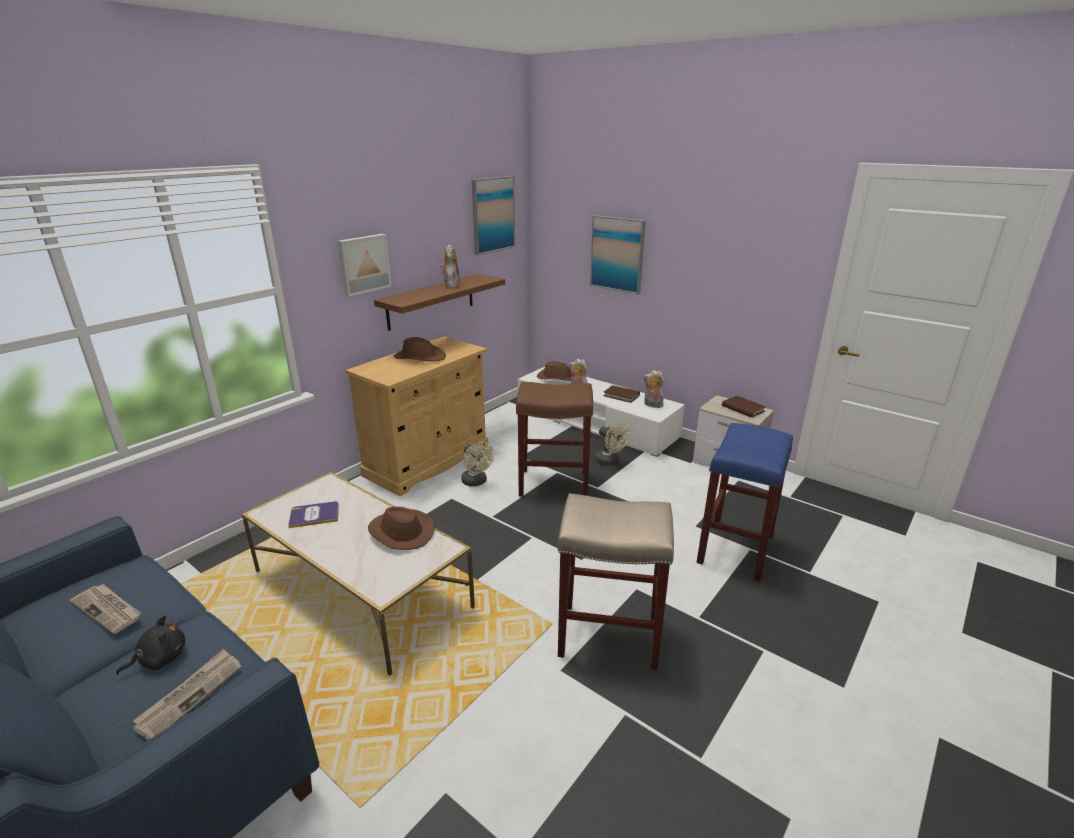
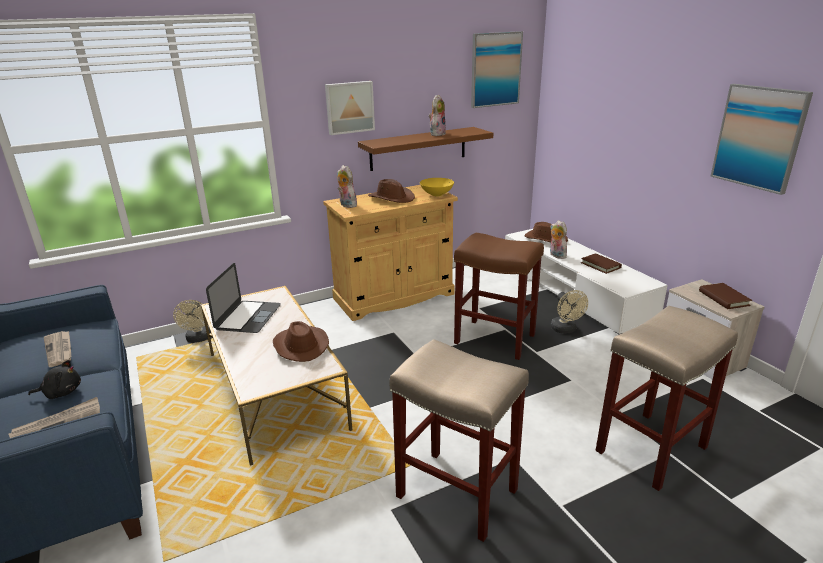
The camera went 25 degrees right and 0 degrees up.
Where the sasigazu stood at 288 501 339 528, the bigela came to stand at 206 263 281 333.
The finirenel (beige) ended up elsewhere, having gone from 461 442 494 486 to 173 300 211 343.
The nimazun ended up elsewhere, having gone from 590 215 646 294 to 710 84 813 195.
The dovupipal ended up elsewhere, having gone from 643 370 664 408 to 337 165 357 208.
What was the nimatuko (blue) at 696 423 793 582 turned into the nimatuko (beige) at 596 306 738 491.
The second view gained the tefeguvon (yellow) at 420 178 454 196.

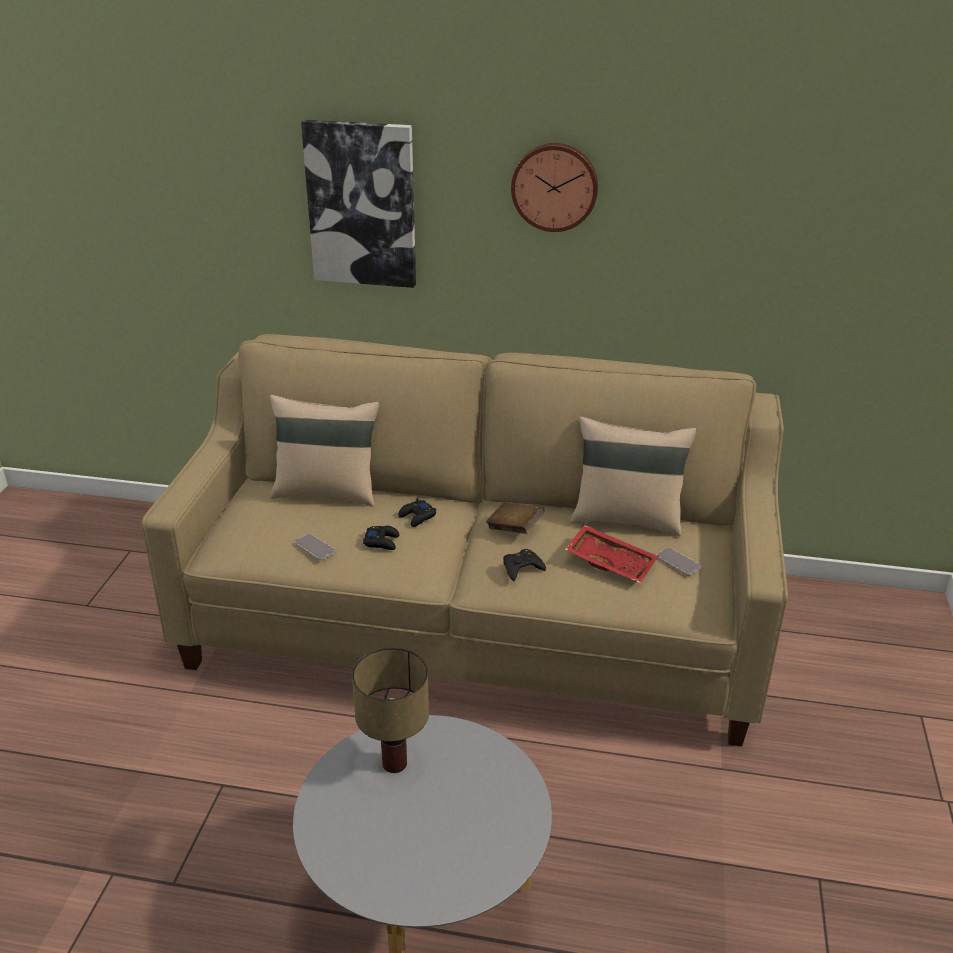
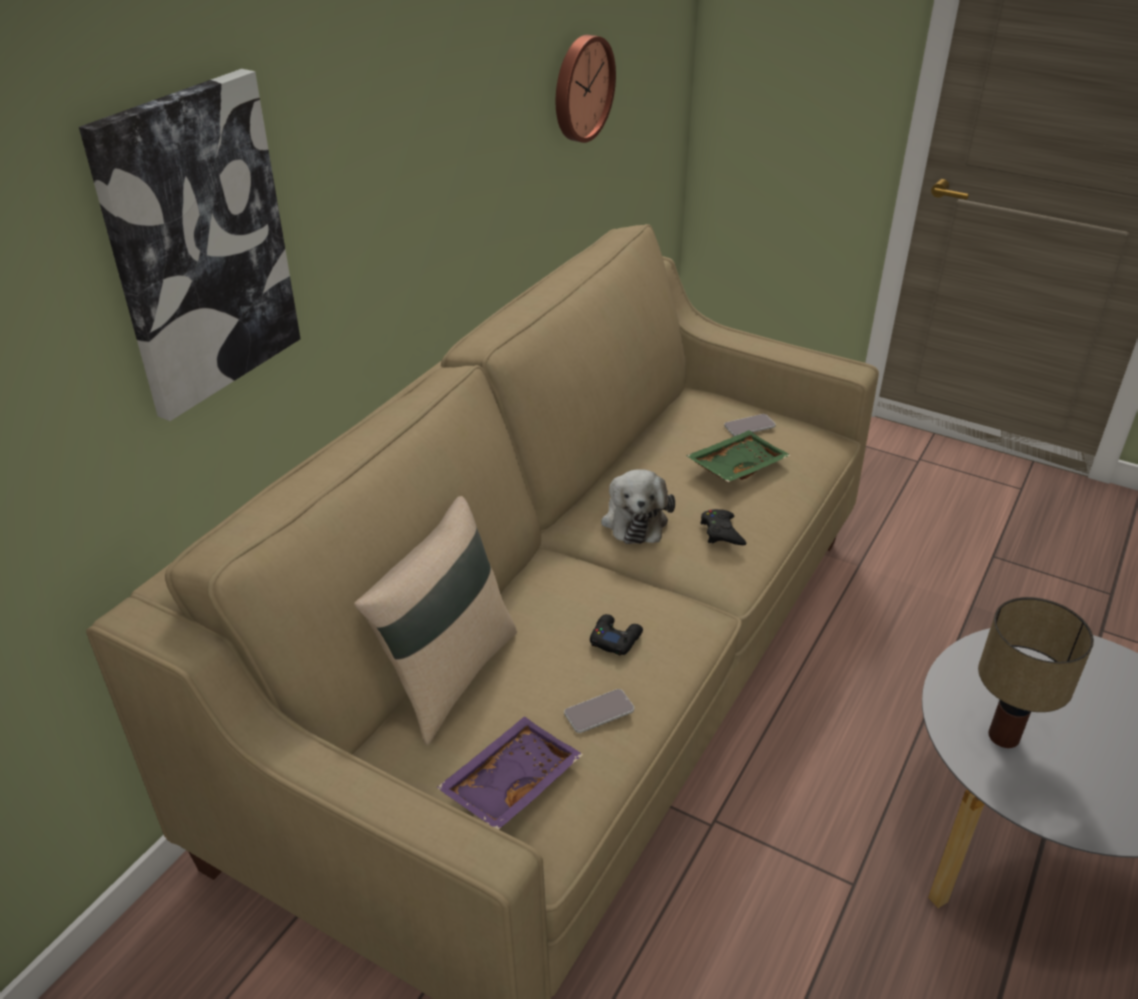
The camera went 70 degrees left and 5 degrees up.
The second view lost the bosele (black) at 398 498 436 527.
Where the sasigazu (brown) stood at 486 503 545 534, the dovupipal came to stand at 601 469 675 544.
The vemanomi ended up elsewhere, having gone from 511 143 598 232 to 556 35 616 143.
What was the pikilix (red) at 565 525 658 583 turned into the pikilix (green) at 686 430 791 482.
The second view lost the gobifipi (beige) at 570 416 696 536.
The second view gained the pikilix (purple) at 436 716 583 829.

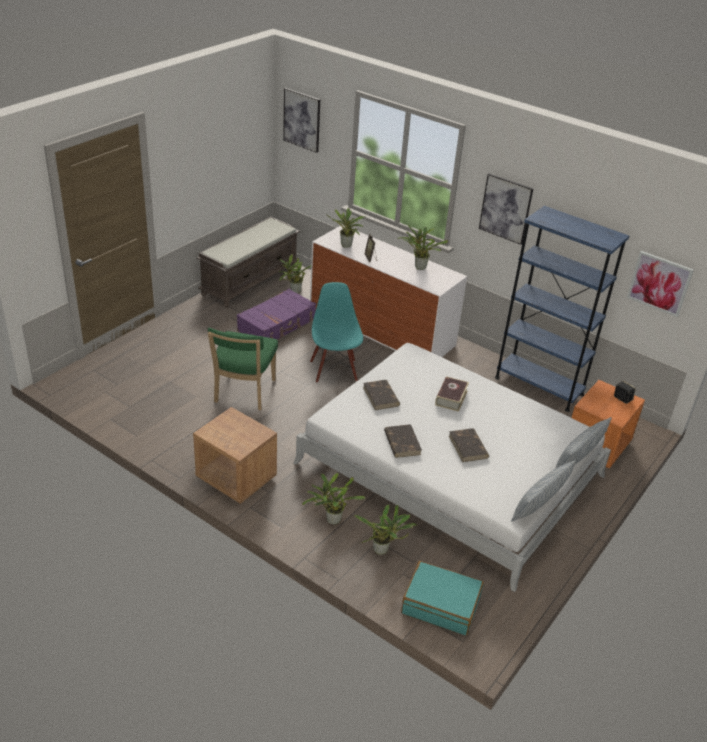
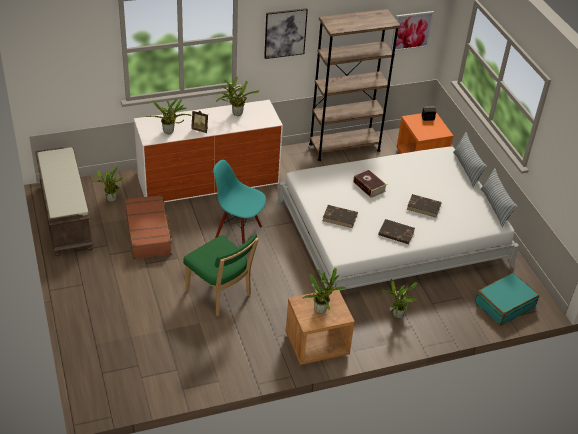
The camera went 55 degrees left and 5 degrees up.
What was the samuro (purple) at 237 289 316 339 turned into the samuro (brown) at 125 195 174 259.
The second view lost the nimazun at 283 88 320 153.
The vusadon ended up elsewhere, having gone from 354 505 417 555 to 303 268 346 314.
What was the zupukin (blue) at 495 206 629 412 turned into the zupukin (brown) at 309 9 401 161.

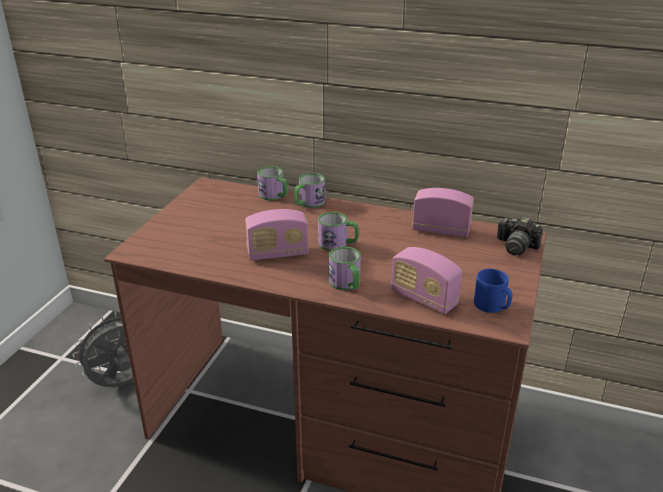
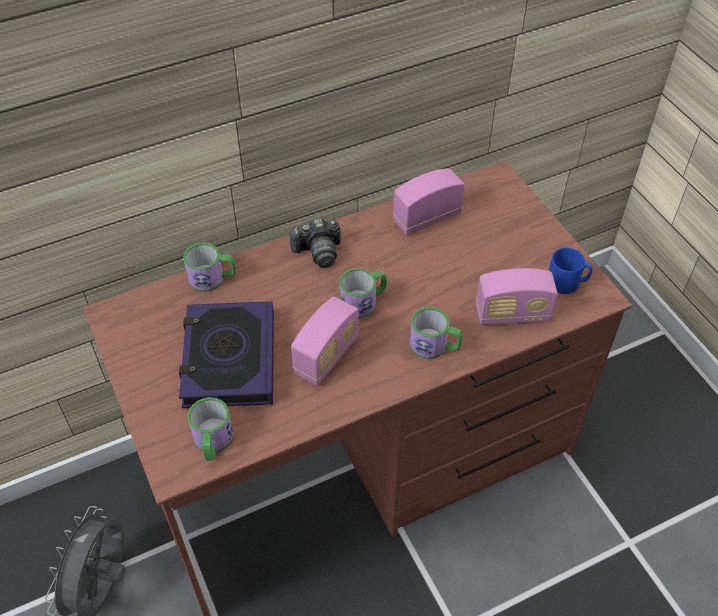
The camera went 45 degrees left and 20 degrees up.
The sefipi ended up elsewhere, having gone from 294 173 325 208 to 188 397 233 461.
The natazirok ended up elsewhere, having gone from 497 217 543 255 to 288 218 341 268.
The second view gained the sasigazu at 179 301 274 408.

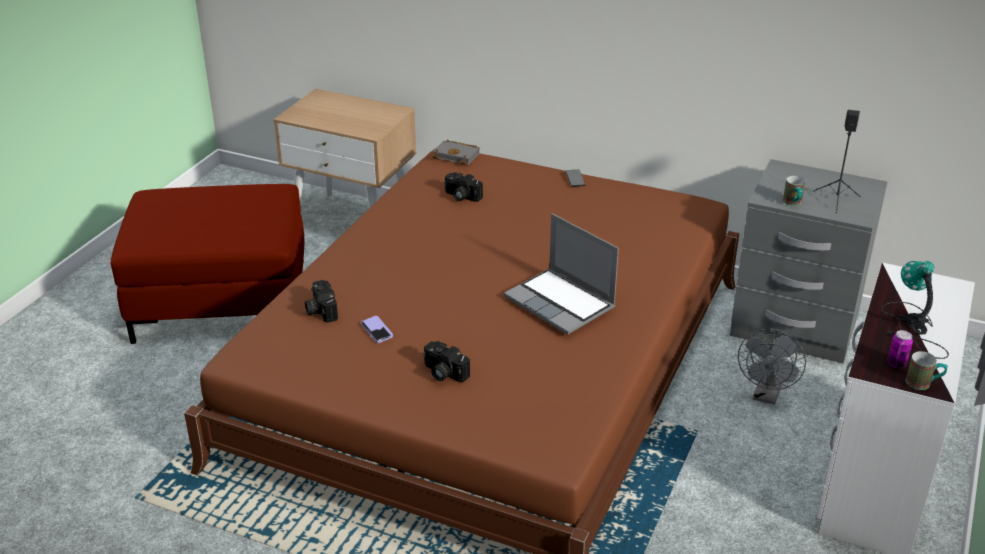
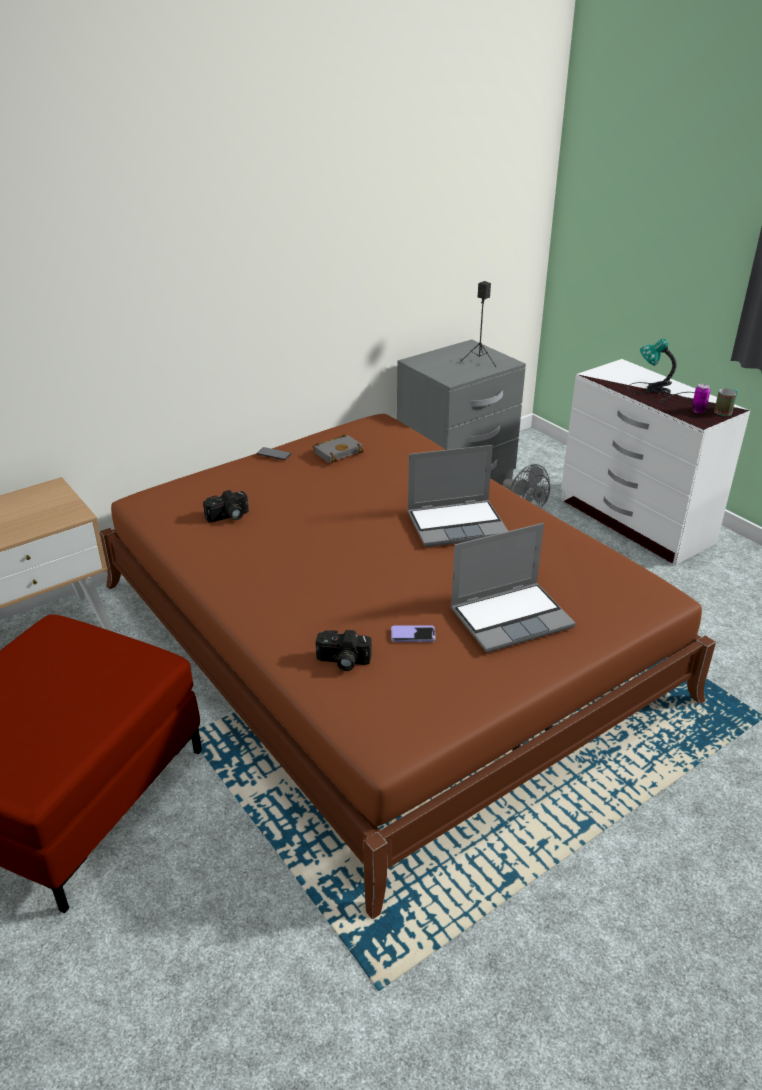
The camera went 60 degrees left and 0 degrees up.
Where the natazirok stood at 423 341 470 382, the bigela came to stand at 450 523 576 653.
The sasigazu (grey) ended up elsewhere, having gone from 432 139 480 165 to 313 434 364 463.
The second view lost the sefipi at 783 176 805 206.

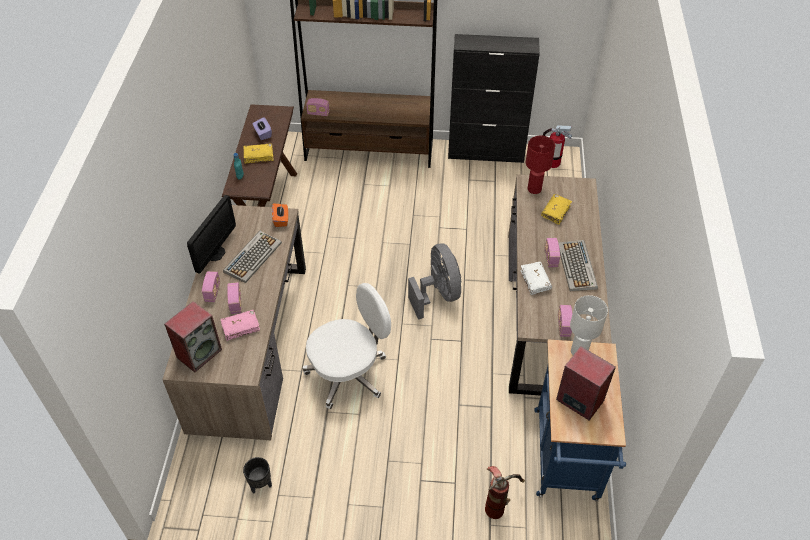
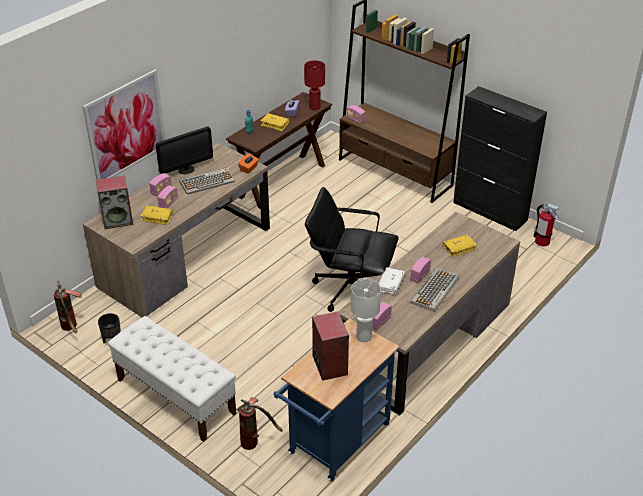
The camera went 35 degrees right and 10 degrees down.
What was the sasigazu (pink) at 220 310 260 341 turned into the sasigazu (yellow) at 141 205 173 225.
The second view lost the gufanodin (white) at 303 283 391 409.
Where the finirenel (grey) stood at 408 244 462 320, the gufanodin (black) came to stand at 305 187 398 312.
The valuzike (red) ended up elsewhere, having gone from 526 136 555 194 to 304 60 325 110.
The second view gained the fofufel at 54 281 82 334.
The second view gained the nimazun at 83 70 165 180.
The second view gained the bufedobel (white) at 108 316 236 442.

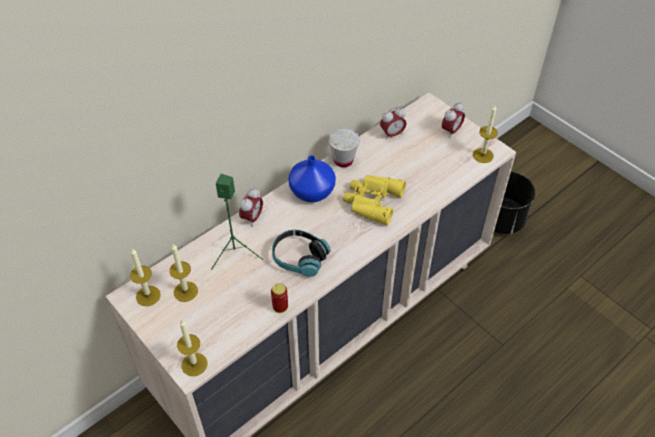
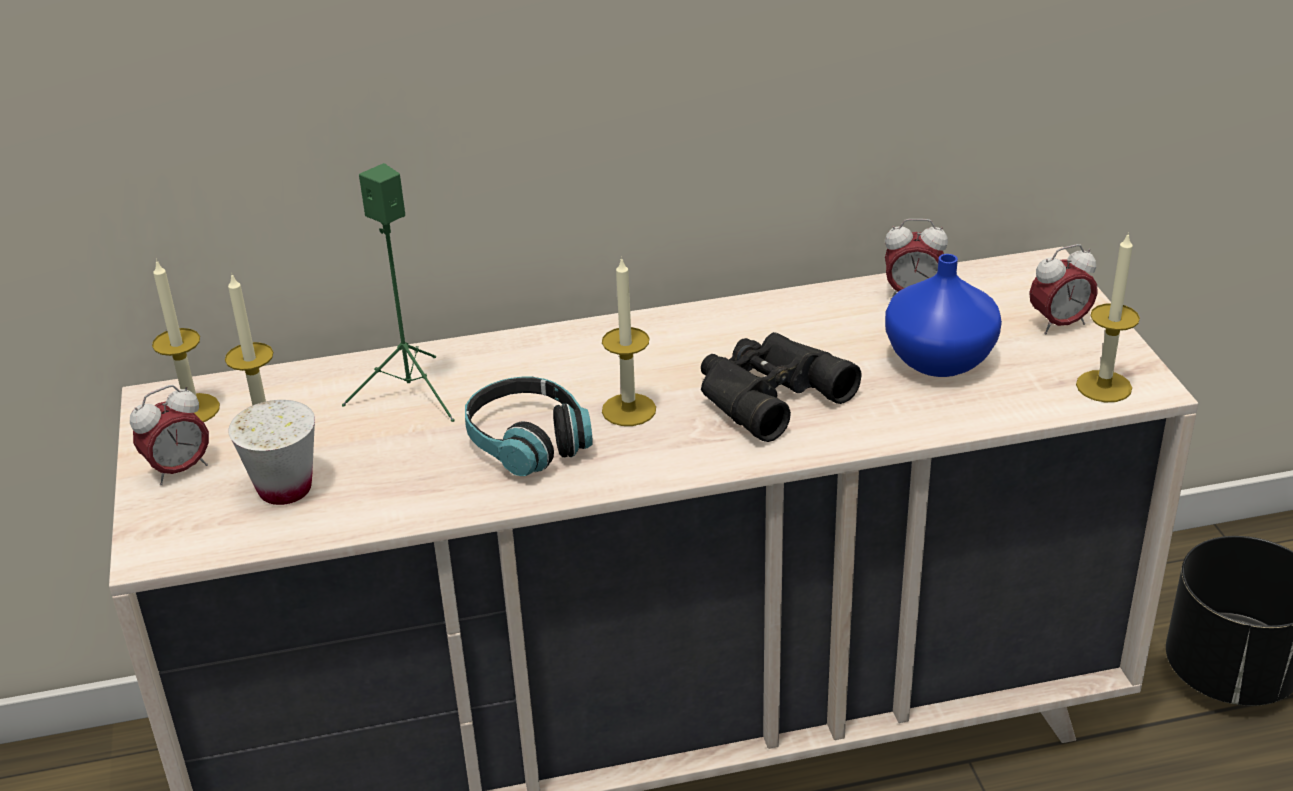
The camera went 30 degrees right and 15 degrees down.
The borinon ended up elsewhere, having gone from 177 319 208 376 to 602 257 656 426.
The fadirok ended up elsewhere, having gone from 239 187 263 227 to 130 385 209 485.
The second view lost the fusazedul at 271 283 288 313.
The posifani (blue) ended up elsewhere, having gone from 288 156 336 202 to 885 254 1002 377.
The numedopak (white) ended up elsewhere, having gone from 329 129 360 167 to 228 400 315 505.
What was the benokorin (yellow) at 343 175 406 225 turned into the benokorin (black) at 701 332 862 442.

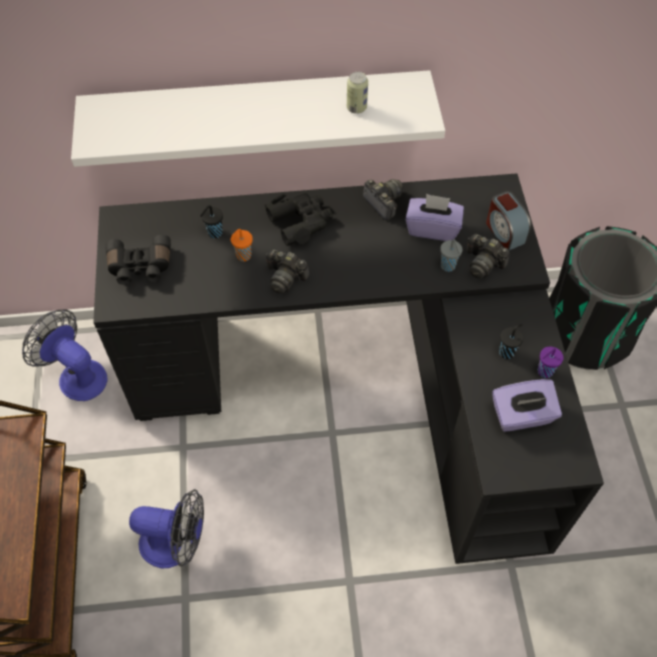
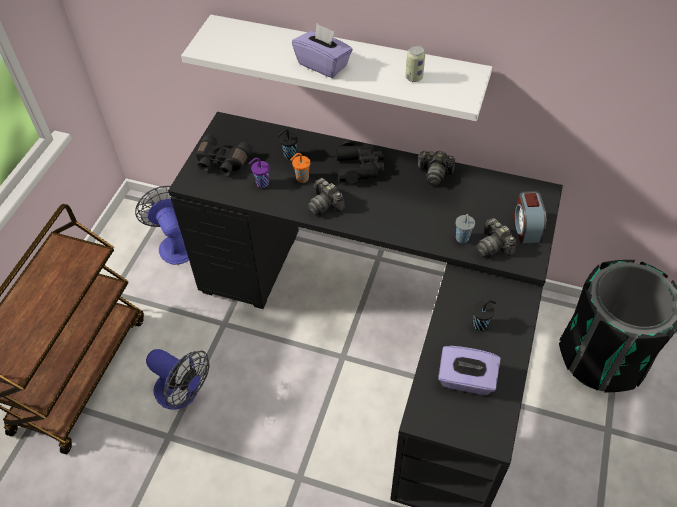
The camera went 25 degrees right and 5 degrees down.
The natazirok at 363 179 404 221 ended up facing another way, 120 degrees clockwise from before.
The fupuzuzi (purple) ended up elsewhere, having gone from 406 194 464 241 to 292 24 353 78.
The numedopak (purple) ended up elsewhere, having gone from 537 346 564 378 to 248 158 270 188.

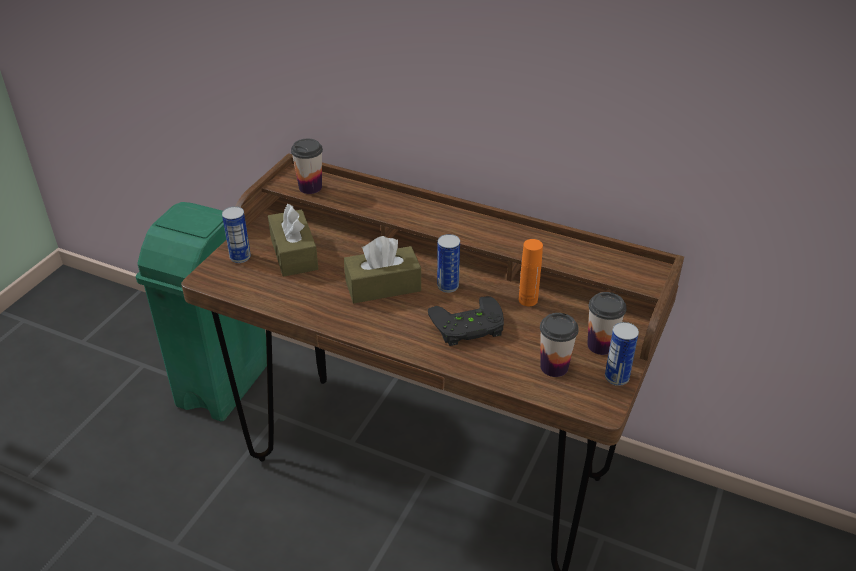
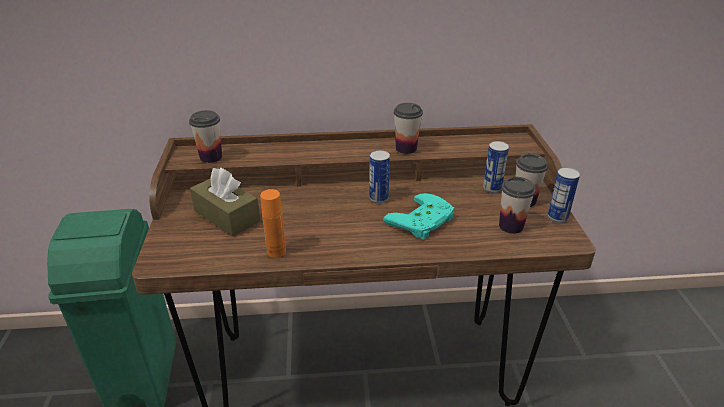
The camera went 30 degrees left and 5 degrees down.
The fusazedul ended up elsewhere, having gone from 222 206 251 263 to 483 141 509 193.
The second view lost the fupuzuzi (brown) at 344 236 421 303.
What was the bosele (black) at 428 296 504 346 turned into the bosele (turquoise) at 383 193 454 240.
The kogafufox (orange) ended up elsewhere, having gone from 519 239 543 306 to 260 189 286 258.
The second view gained the numedopak at 394 103 423 154.

